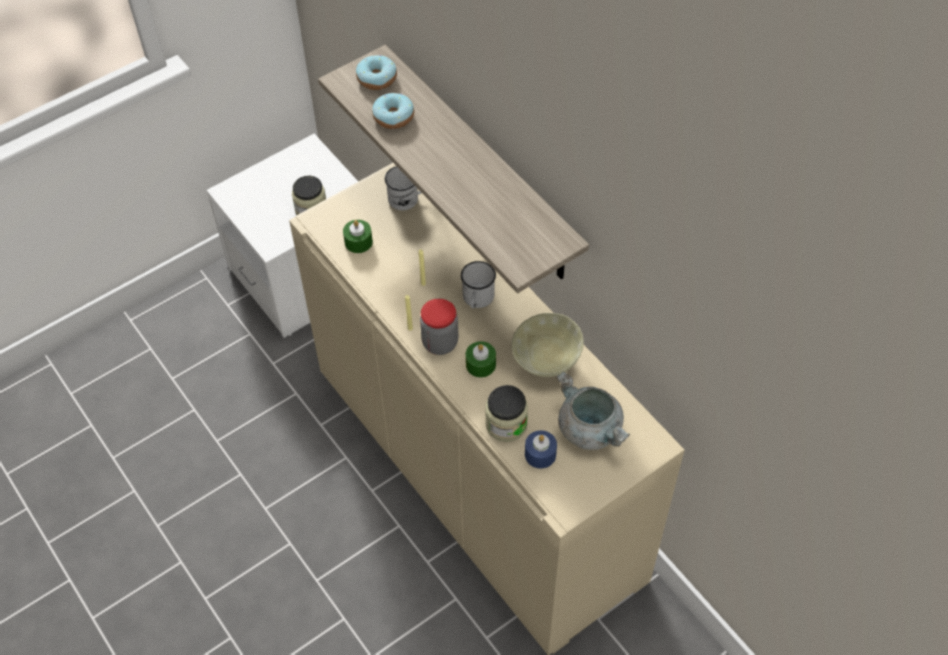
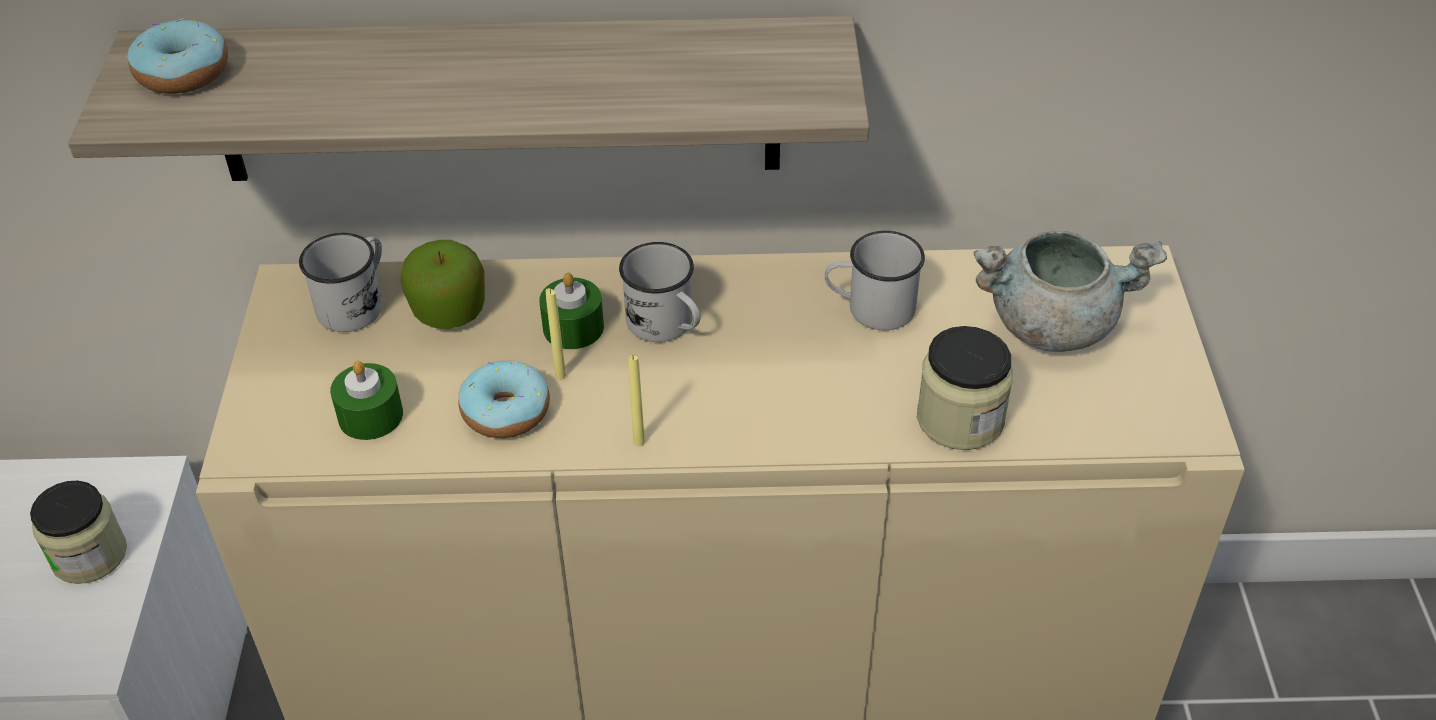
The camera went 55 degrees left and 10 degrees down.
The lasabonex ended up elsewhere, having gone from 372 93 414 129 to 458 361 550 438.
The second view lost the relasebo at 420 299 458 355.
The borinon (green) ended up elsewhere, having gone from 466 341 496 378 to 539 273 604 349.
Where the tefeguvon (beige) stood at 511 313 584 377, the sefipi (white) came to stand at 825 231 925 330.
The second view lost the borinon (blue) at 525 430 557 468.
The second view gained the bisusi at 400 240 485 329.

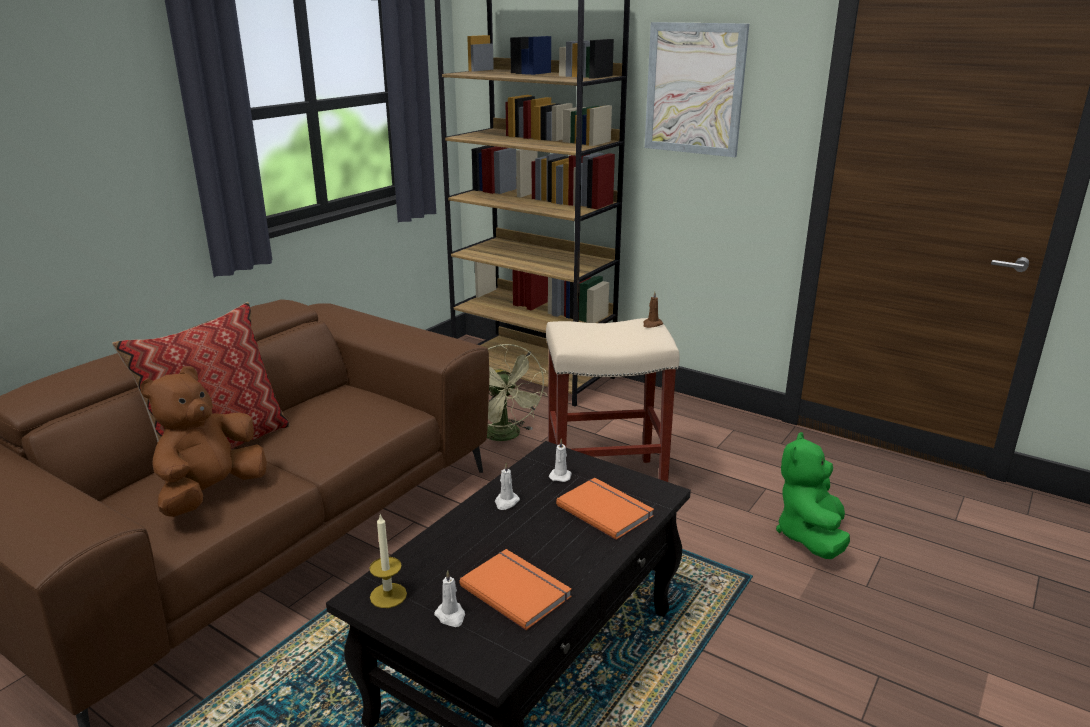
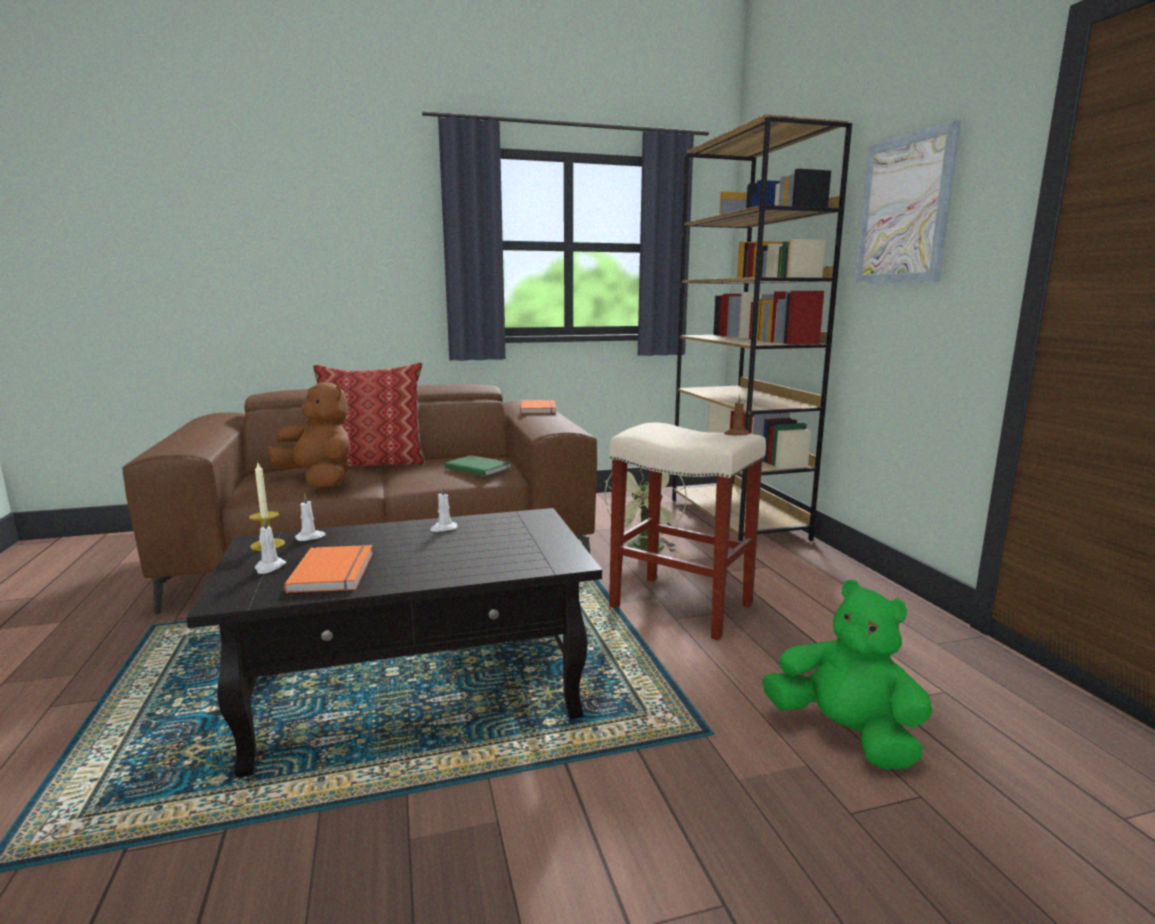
The camera went 40 degrees right and 10 degrees down.
The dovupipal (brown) at 140 366 267 517 ended up facing another way, 60 degrees clockwise from before.
The borinon (white) ended up elsewhere, having gone from 549 439 572 482 to 295 494 325 541.
The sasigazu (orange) ended up elsewhere, having gone from 556 478 654 540 to 521 400 556 413.
The dovupipal (green) at 776 432 850 559 ended up facing another way, 75 degrees clockwise from before.
The second view gained the sasigazu (green) at 444 455 511 476.

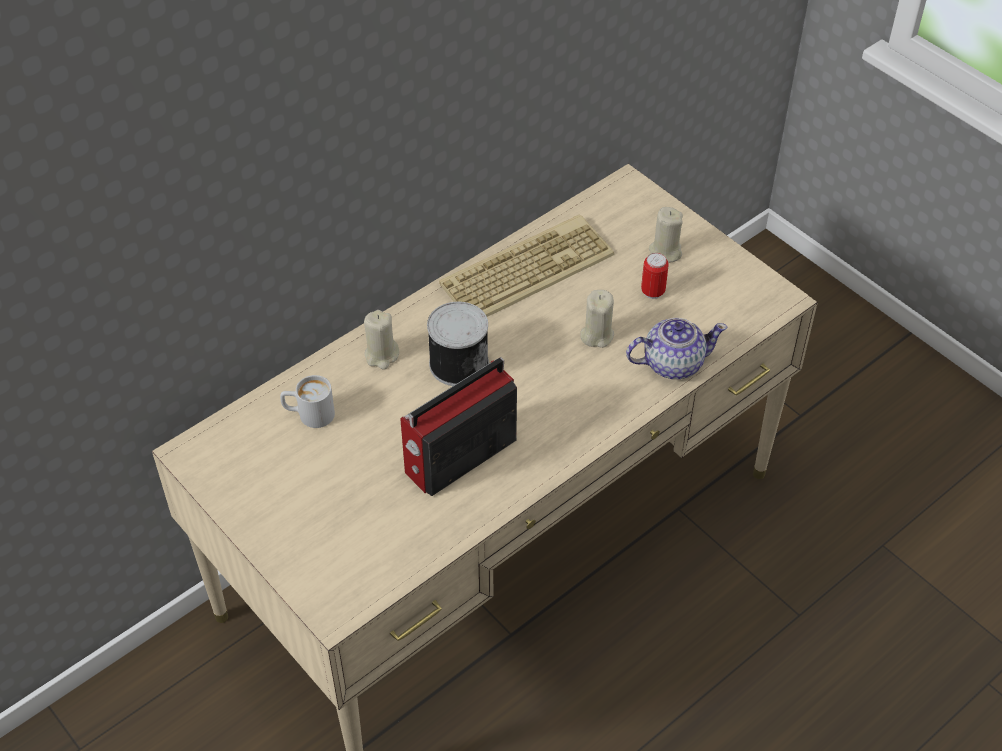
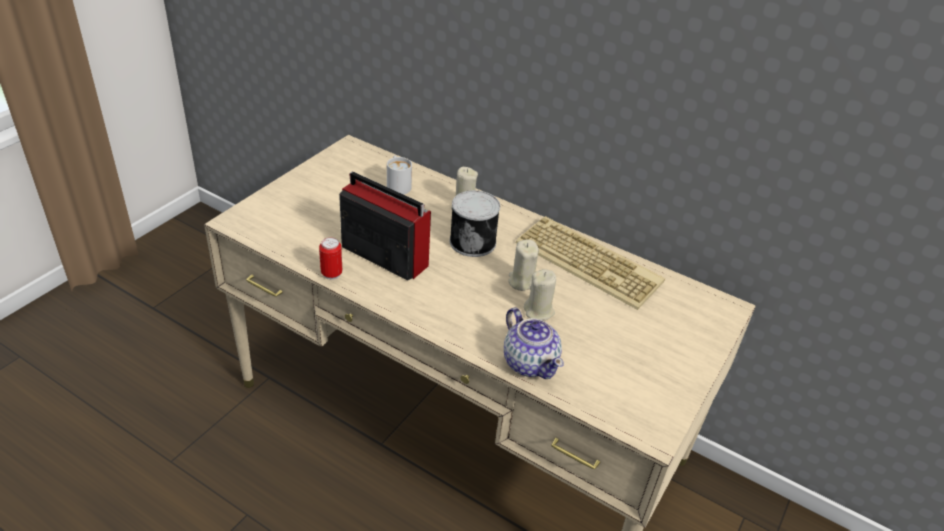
The camera went 70 degrees right and 10 degrees down.
The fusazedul ended up elsewhere, having gone from 641 253 669 299 to 319 237 342 280.
The borinon (beige) ended up elsewhere, having gone from 649 207 683 263 to 509 240 539 291.

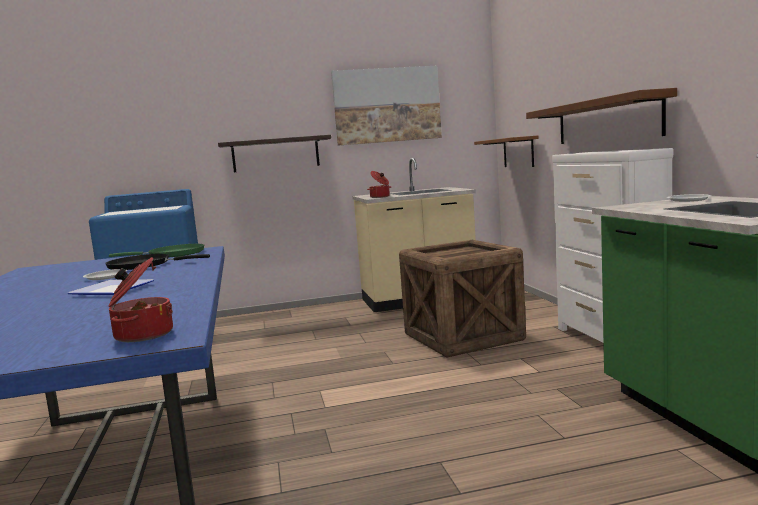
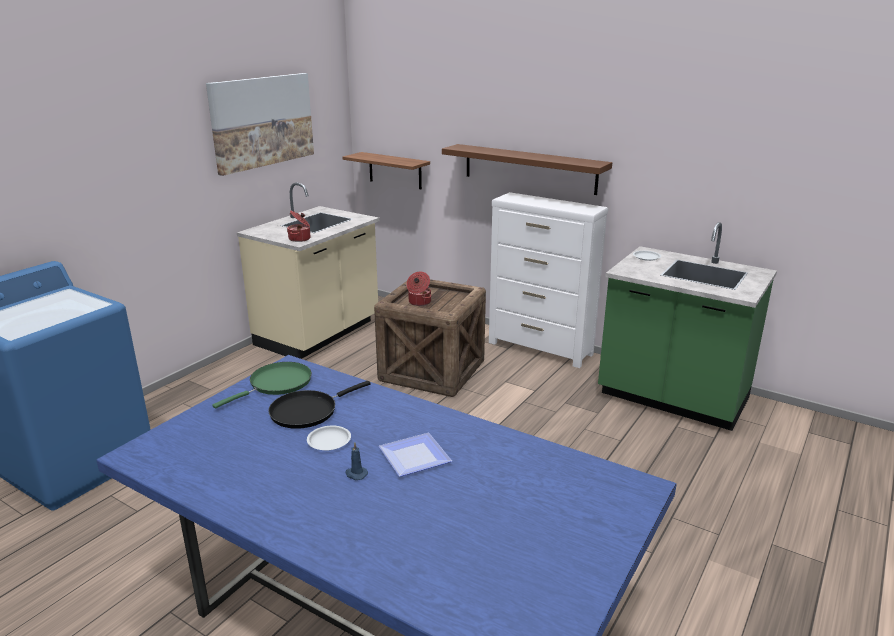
The camera went 45 degrees left and 15 degrees up.
The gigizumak ended up elsewhere, having gone from 108 257 173 342 to 406 271 431 306.
The second view lost the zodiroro at 218 135 331 172.
The second view gained the borinon (blue) at 345 442 368 480.

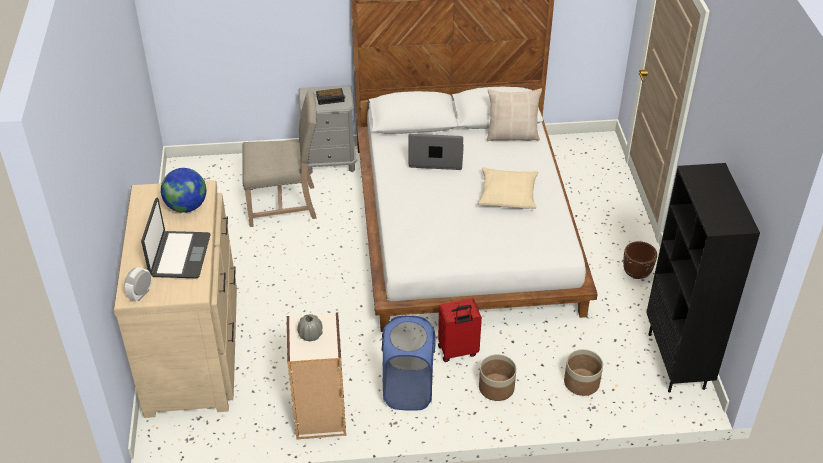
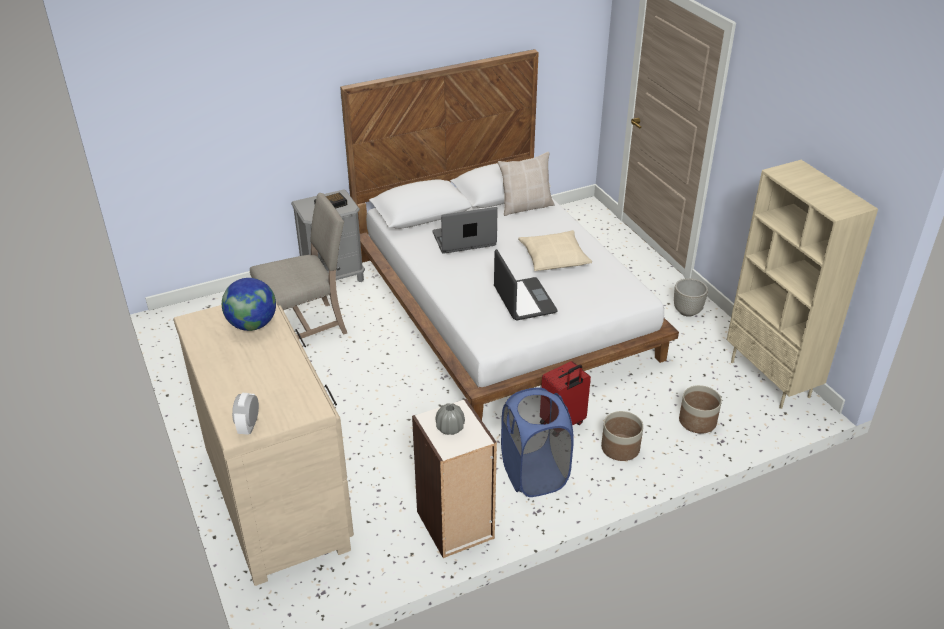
The camera went 20 degrees left and 5 degrees down.
The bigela ended up elsewhere, having gone from 141 197 211 278 to 494 249 557 320.
What was the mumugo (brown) at 623 241 657 279 turned into the mumugo (grey) at 674 278 708 317.
What was the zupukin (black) at 646 163 760 393 turned into the zupukin (beige) at 727 160 878 409.

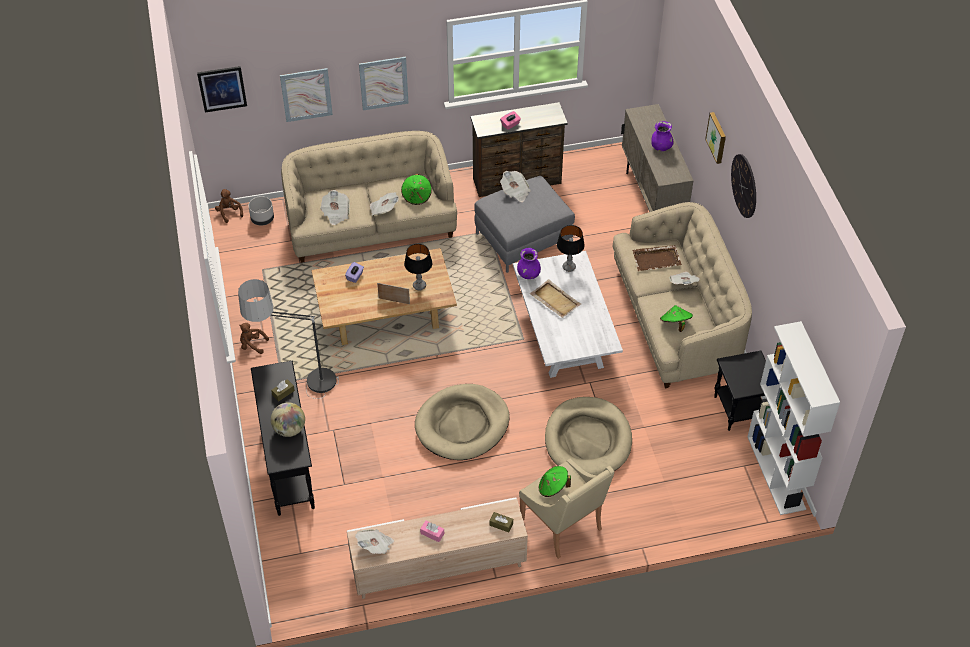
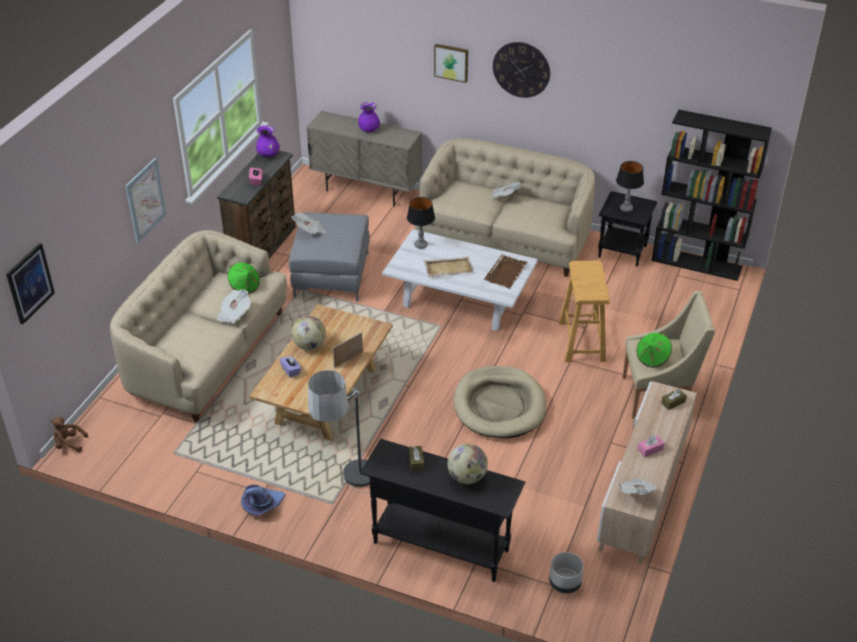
The camera went 55 degrees left and 10 degrees down.
Where the dovupipal (brown) stood at 239 323 269 354, the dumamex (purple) came to stand at 241 484 285 516.
The mumugo (grey) ended up elsewhere, having gone from 248 196 274 226 to 549 552 584 594.
The second view lost the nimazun at 280 68 333 122.
The second view lost the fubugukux at 320 190 350 225.
The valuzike ended up elsewhere, having gone from 404 244 432 291 to 616 161 644 212.
The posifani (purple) ended up elsewhere, having gone from 517 248 541 279 to 256 125 280 157.
Where the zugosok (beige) stood at 545 397 632 475, the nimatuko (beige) came to stand at 559 261 610 362.
The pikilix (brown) ended up elsewhere, having gone from 632 245 682 271 to 484 254 527 289.
The second view lost the dumamex (green) at 660 305 693 332.
What was the zupukin (white) at 747 321 840 515 turned into the zupukin (black) at 651 109 772 281.
The second view gained the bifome at 292 316 326 350.

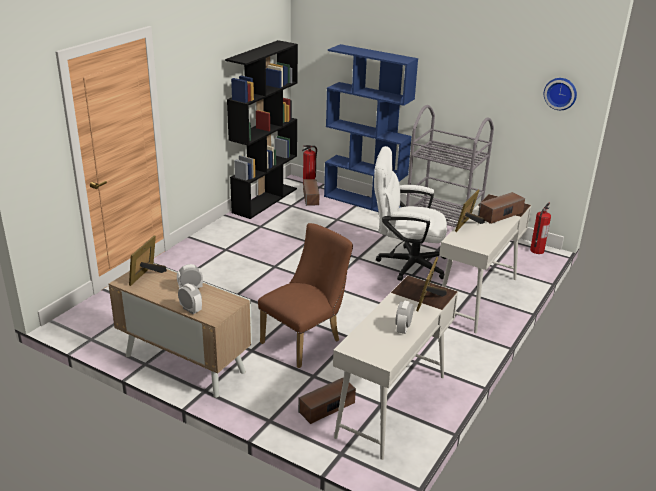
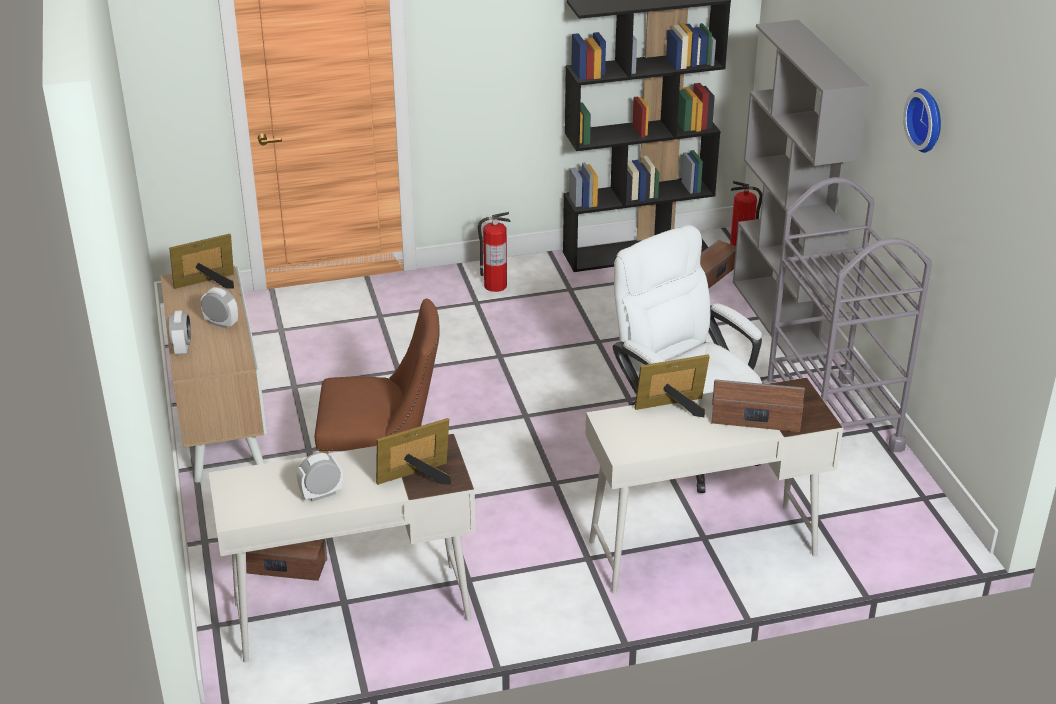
The camera went 45 degrees right and 5 degrees up.
What was the zupukin (blue) at 324 44 418 212 turned into the zupukin (grey) at 733 20 869 363.
The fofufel ended up elsewhere, having gone from 530 203 551 254 to 478 212 511 292.
The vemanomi ended up elsewhere, having gone from 544 78 577 110 to 903 89 941 153.

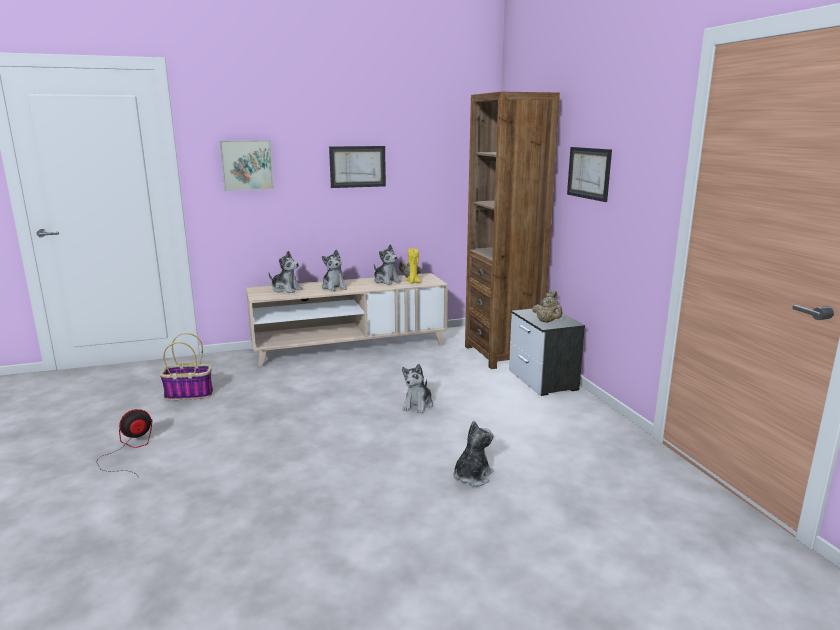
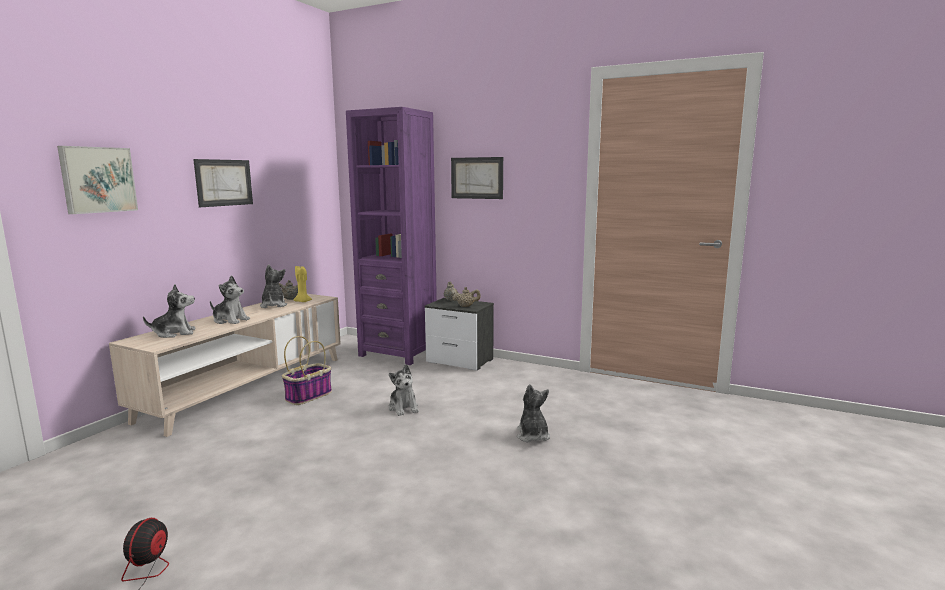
The camera went 45 degrees left and 5 degrees down.
The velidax ended up elsewhere, having gone from 160 333 213 400 to 282 336 332 405.
The dovupipal at 374 245 401 285 ended up facing another way, 105 degrees counterclockwise from before.
What was the zupukin (brown) at 465 92 560 369 turned into the zupukin (purple) at 346 107 437 365.

